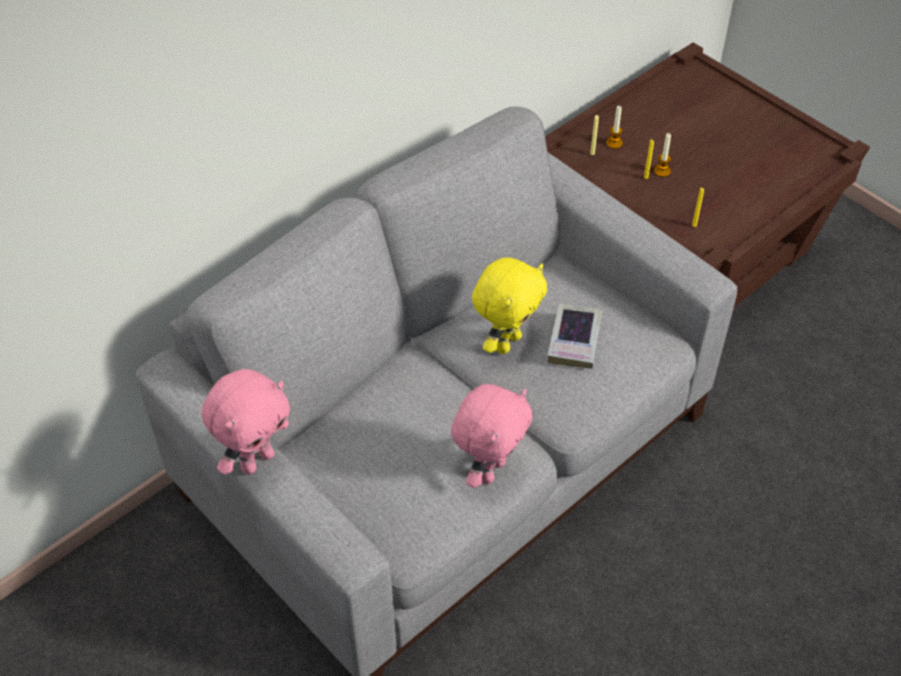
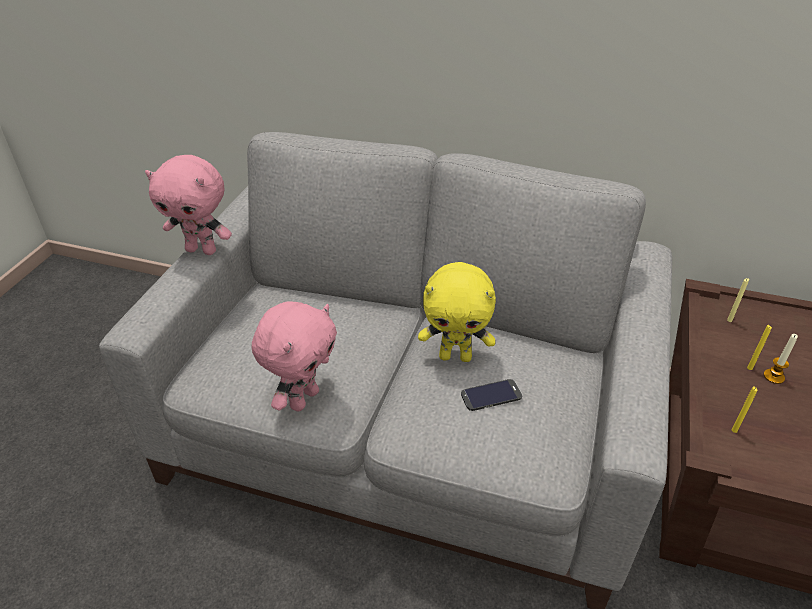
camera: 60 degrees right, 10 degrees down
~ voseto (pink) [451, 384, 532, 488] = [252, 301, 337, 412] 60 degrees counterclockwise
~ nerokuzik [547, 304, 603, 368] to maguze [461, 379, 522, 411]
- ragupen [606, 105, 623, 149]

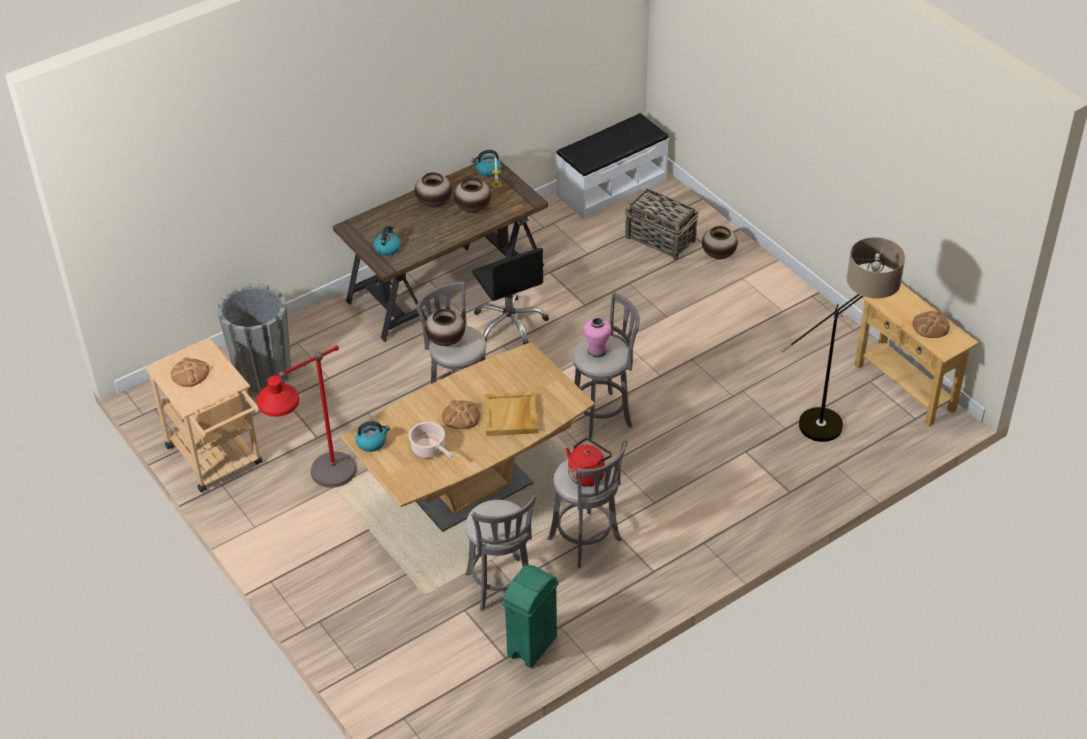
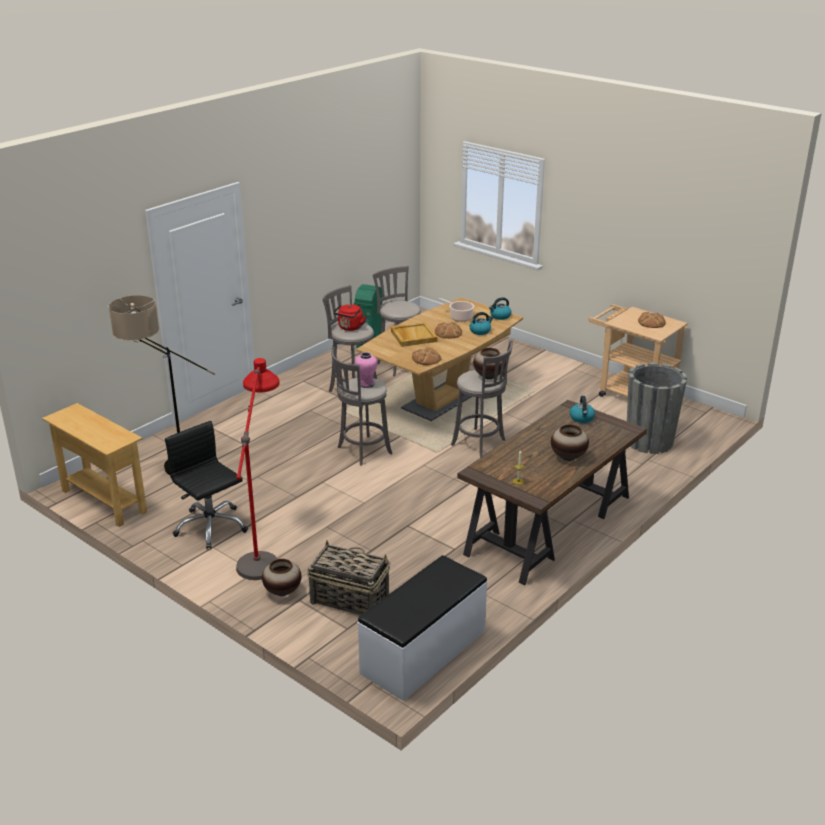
camera: 165 degrees right, 15 degrees down
~ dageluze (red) [257, 345, 356, 488] to [236, 358, 280, 580]
- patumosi [454, 178, 491, 213]
~ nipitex [472, 150, 501, 177] to [469, 312, 493, 335]
~ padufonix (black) [472, 248, 549, 344] to [165, 421, 248, 549]
~ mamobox [912, 310, 950, 338] to [412, 347, 441, 365]

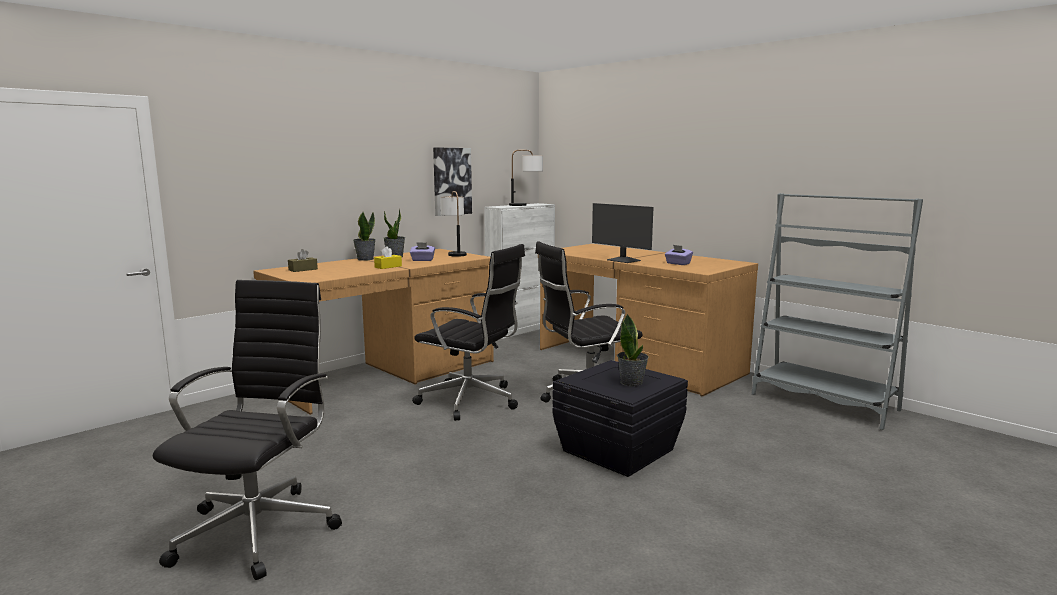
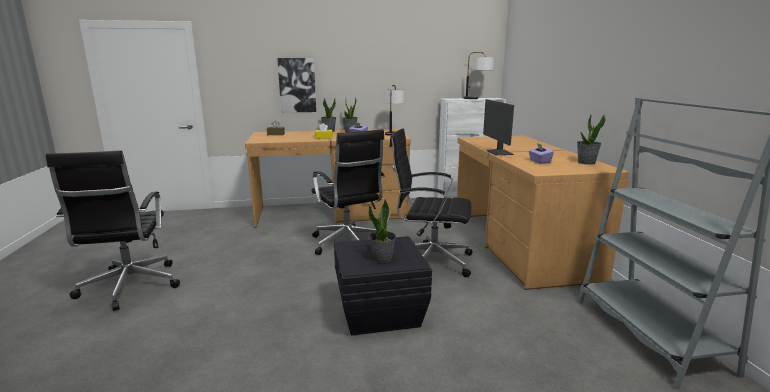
camera: 35 degrees right, 5 degrees up
~ padufonix (black) [153, 280, 342, 580] = [46, 150, 180, 311] 120 degrees clockwise
~ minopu [433, 148, 472, 216] to [277, 58, 316, 113]
+ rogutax [577, 114, 606, 165]

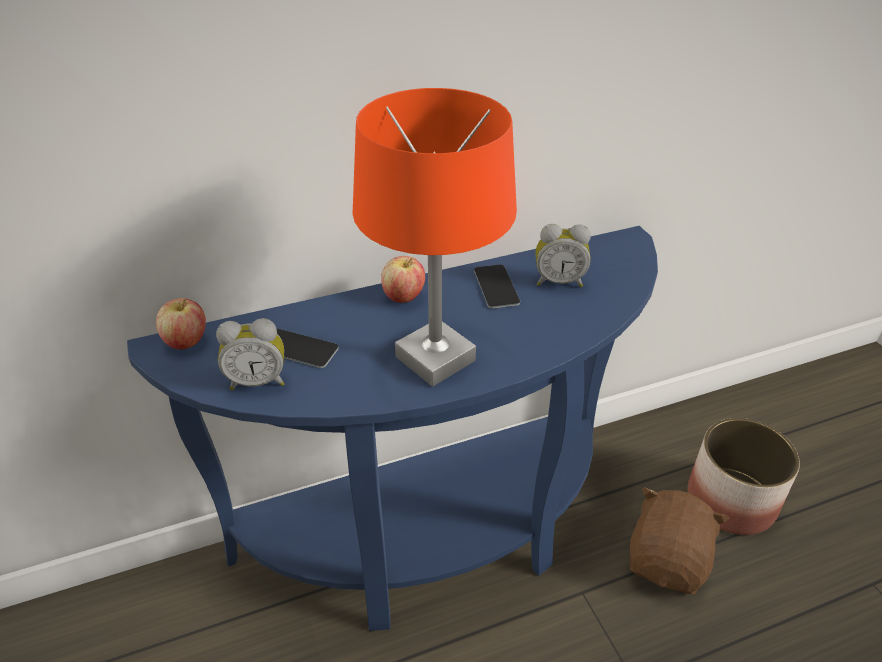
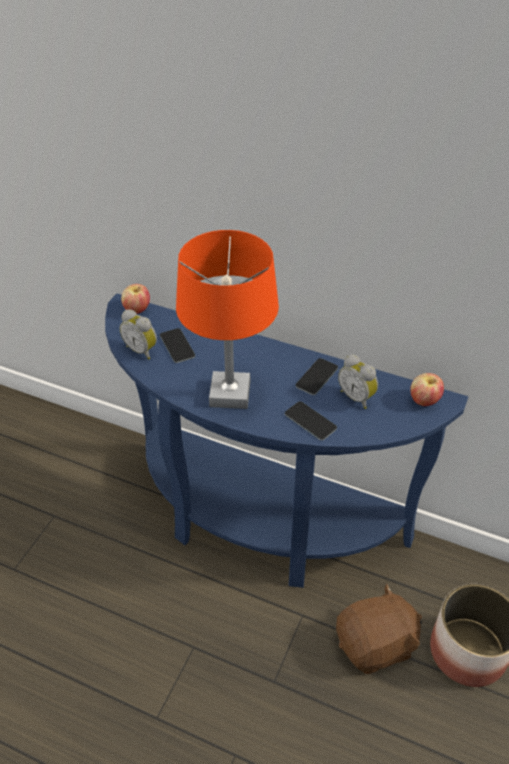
camera: 45 degrees right, 5 degrees up
~ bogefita [381, 256, 425, 303] to [410, 373, 444, 406]
+ maguze [285, 401, 337, 440]

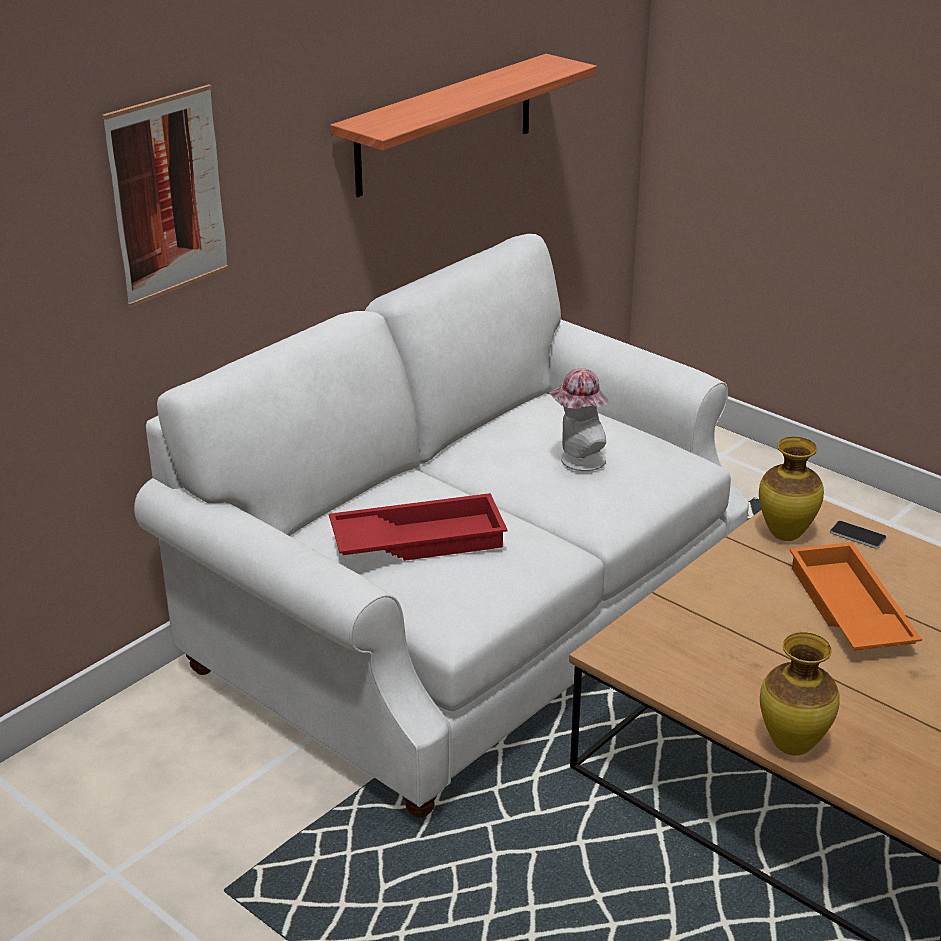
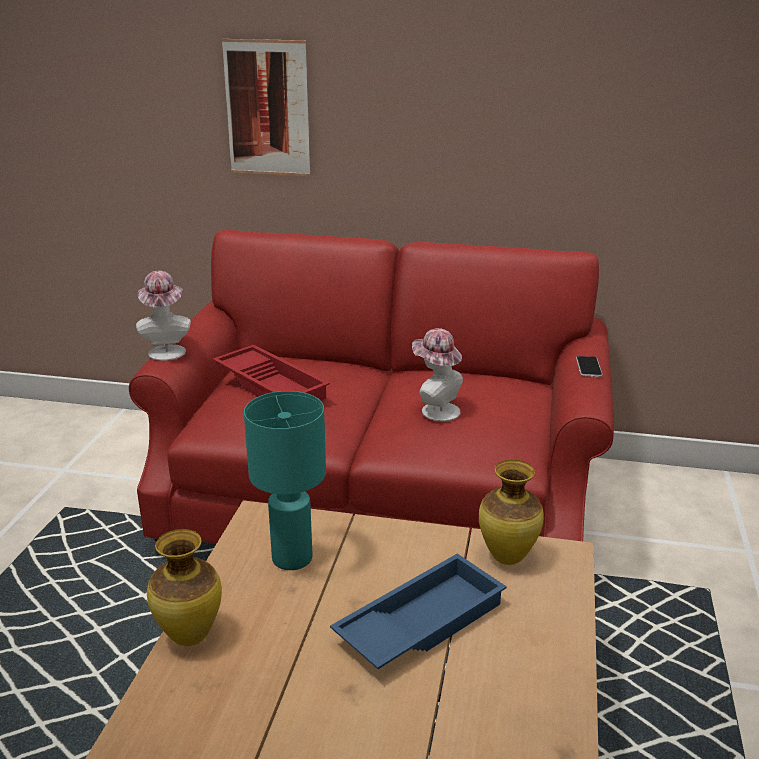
camera: 60 degrees right, 5 degrees down
~ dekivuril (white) [134, 234, 749, 818] to dekivuril (red) [129, 230, 614, 557]
- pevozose [330, 54, 597, 197]
~ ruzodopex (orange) [790, 542, 922, 651] to ruzodopex (blue) [330, 553, 507, 669]
~ maguze [830, 521, 886, 549] to [576, 356, 603, 377]
+ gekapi [136, 271, 191, 361]
+ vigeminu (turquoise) [244, 391, 326, 570]

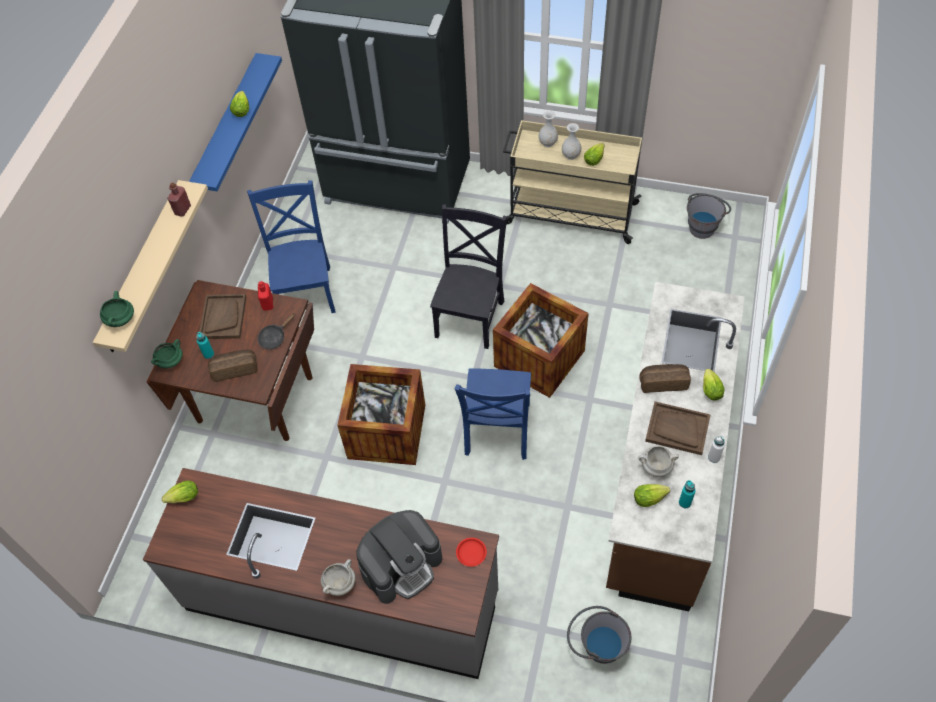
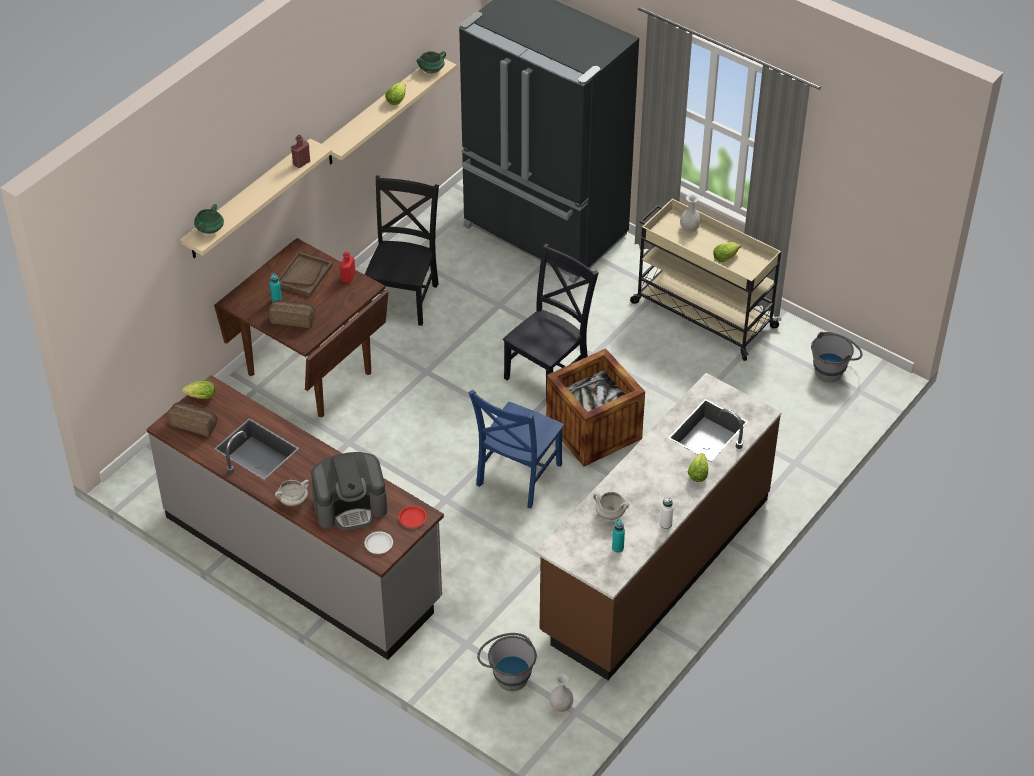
camera: 20 degrees right, 10 degrees down
~ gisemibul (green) [151, 339, 183, 368] to [416, 51, 446, 74]
~ pevozose (blue) [189, 53, 282, 191] to pevozose (beige) [322, 59, 457, 165]
~ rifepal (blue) [247, 180, 336, 313] to rifepal (black) [365, 175, 439, 326]
- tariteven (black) [258, 312, 296, 350]
- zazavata [337, 364, 425, 465]
~ patumosi (white) [562, 123, 581, 160] to [550, 673, 573, 712]
- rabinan [634, 484, 670, 507]
~ mamobox [639, 364, 691, 393] to [168, 402, 217, 437]
- ruzodopex (brown) [645, 402, 710, 455]
+ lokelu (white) [365, 531, 393, 554]

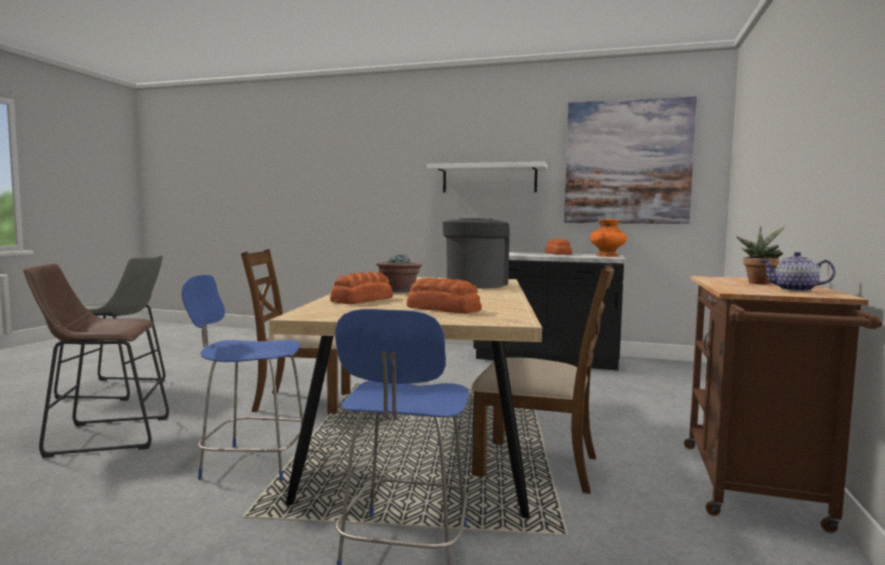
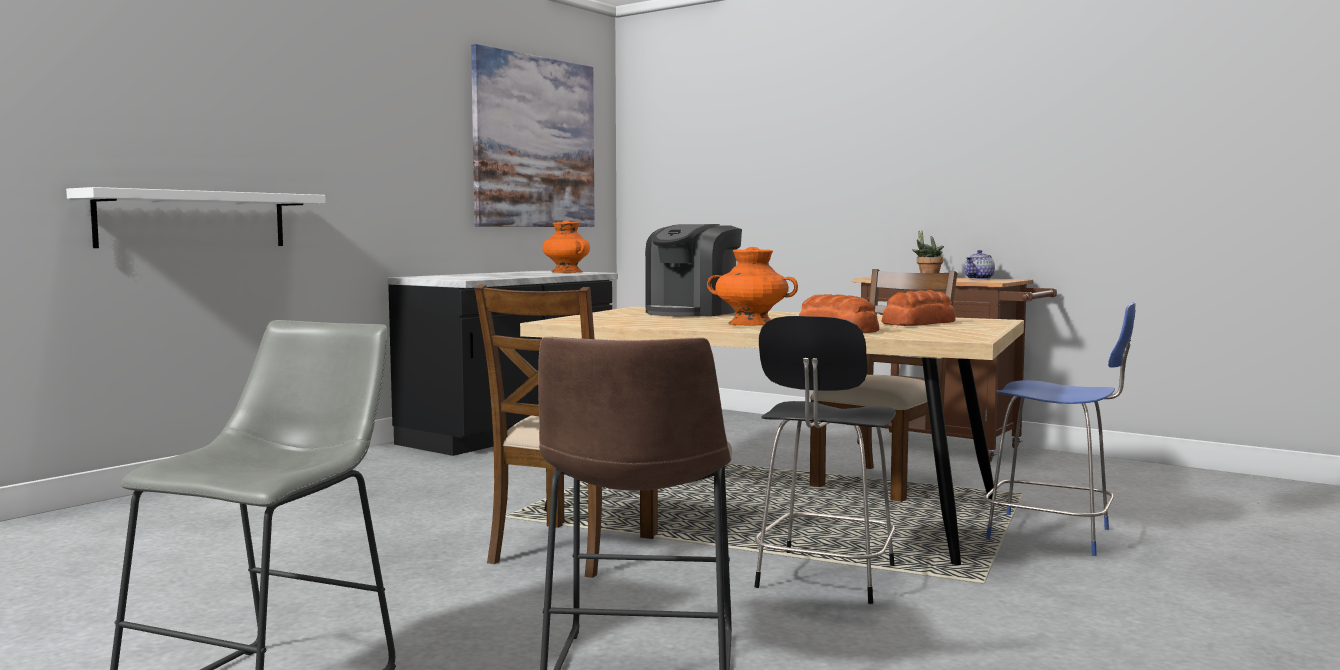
camera: 70 degrees left, 0 degrees up
~ rifepal (blue) [182, 275, 303, 481] to rifepal (black) [755, 316, 896, 604]
~ rogutax [376, 254, 422, 292] to patumosi (orange) [707, 247, 798, 325]
~ pevozose (white) [427, 162, 548, 193] to [66, 187, 326, 248]
~ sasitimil [443, 218, 510, 289] = [645, 224, 742, 317] 90 degrees counterclockwise
- mamobox [545, 239, 572, 255]

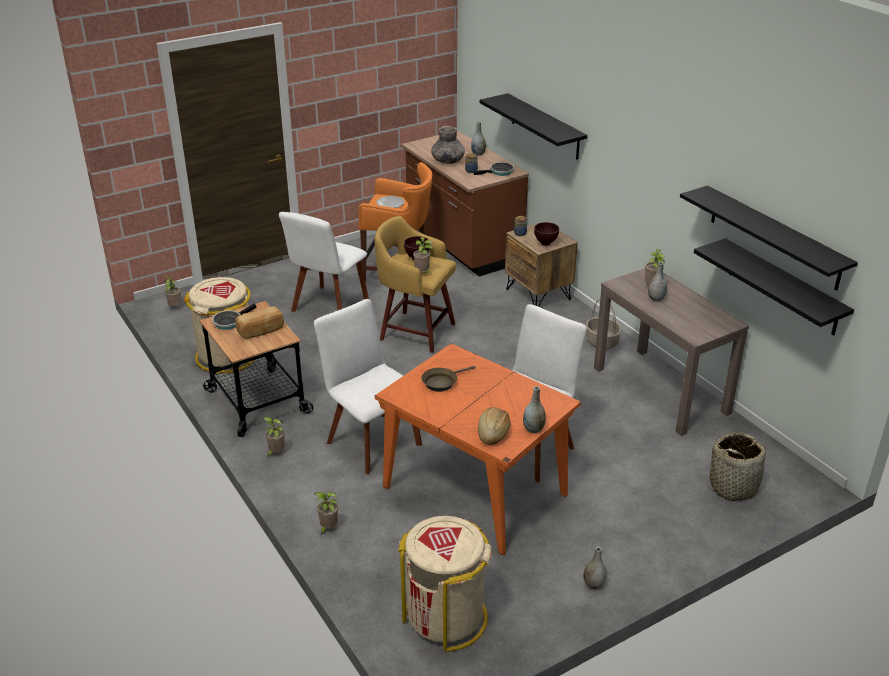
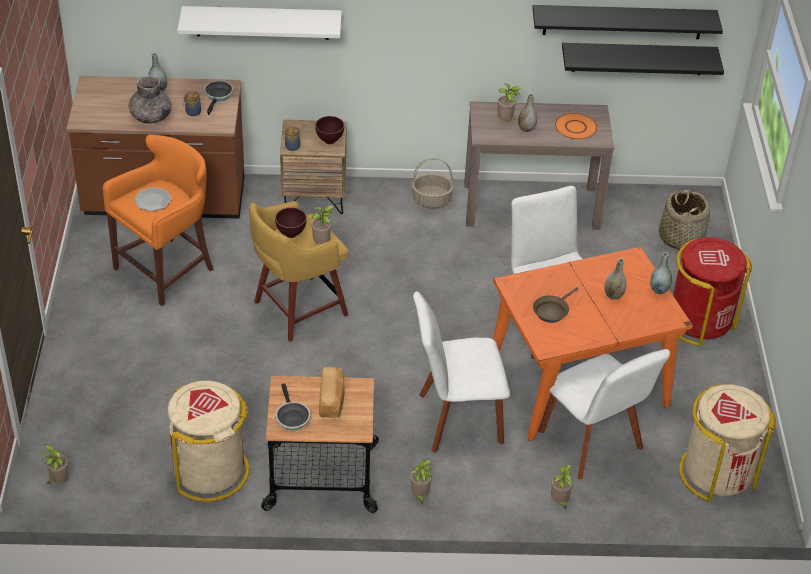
camera: 60 degrees left, 10 degrees up
~ rifepal (white) [279, 212, 369, 312] to [538, 349, 670, 480]
~ tariteven (brown) [422, 366, 475, 392] = [533, 287, 578, 323] 45 degrees clockwise
- mamobox [478, 407, 511, 445]
~ pevozose (black) [480, 93, 587, 160] to pevozose (white) [177, 6, 341, 40]
~ patumosi (grey) [584, 547, 606, 589] to [604, 258, 626, 299]
+ lokelu (orange) [555, 113, 597, 140]
+ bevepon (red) [673, 237, 752, 346]

